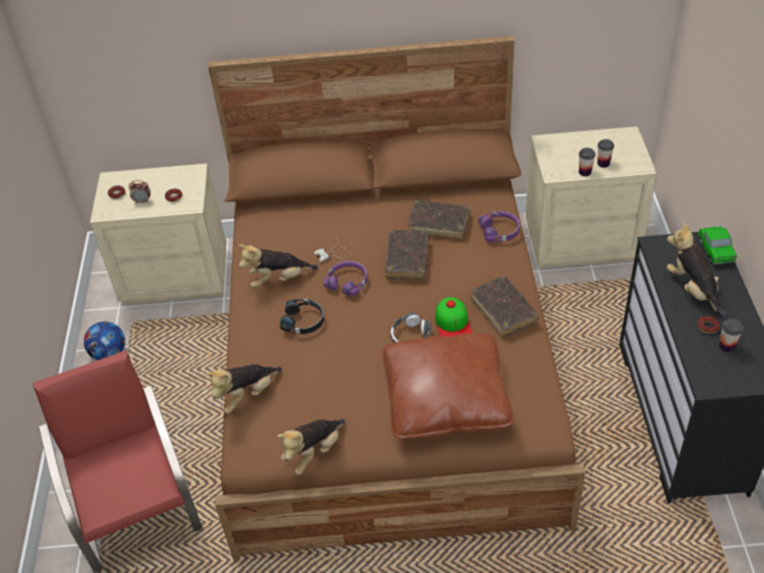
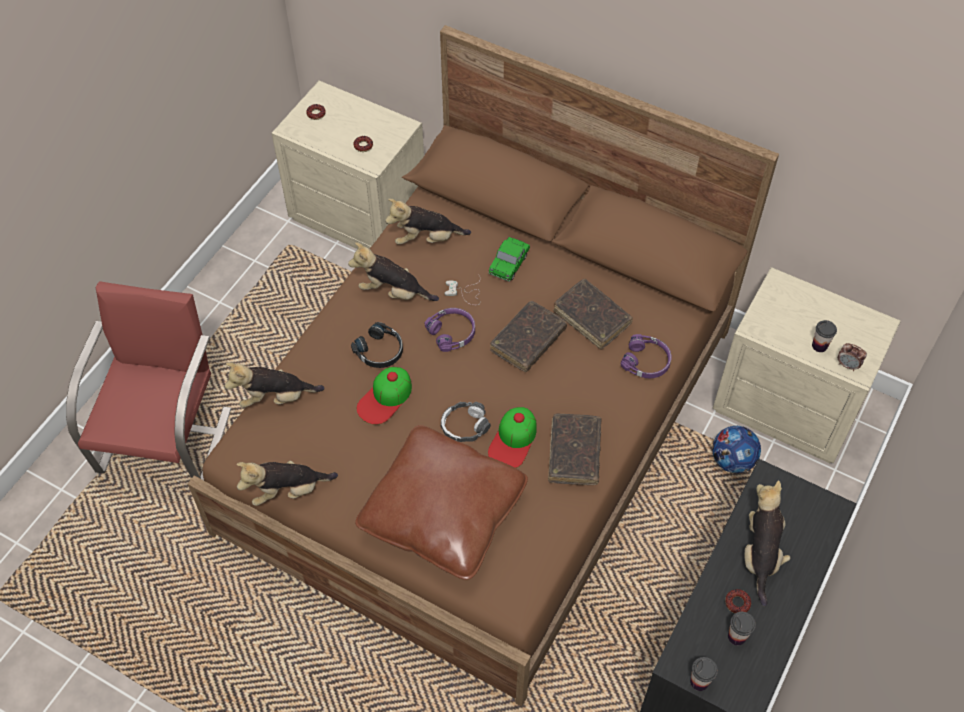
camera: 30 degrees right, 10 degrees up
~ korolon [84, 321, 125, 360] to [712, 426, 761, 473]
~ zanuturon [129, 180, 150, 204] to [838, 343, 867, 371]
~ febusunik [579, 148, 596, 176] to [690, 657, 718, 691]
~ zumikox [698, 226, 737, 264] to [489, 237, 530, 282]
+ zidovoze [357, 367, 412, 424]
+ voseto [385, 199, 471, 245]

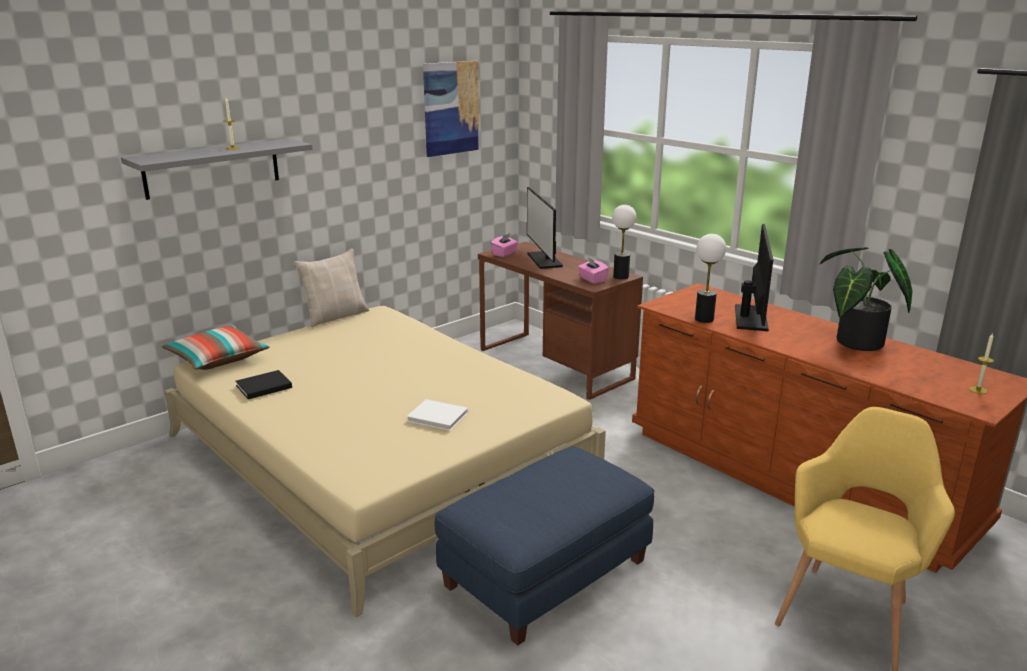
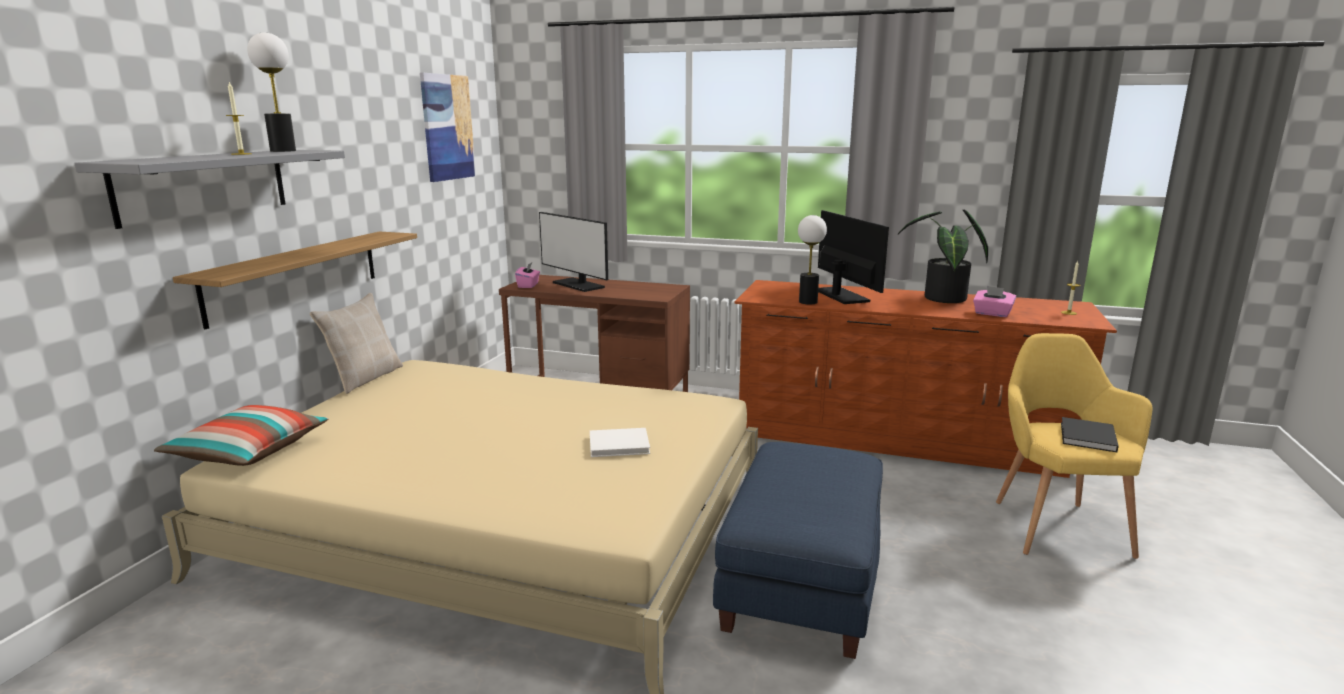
camera: 30 degrees left, 5 degrees down
~ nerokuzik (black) [235, 370, 292, 399] to [1061, 417, 1119, 452]
~ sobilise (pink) [578, 257, 609, 284] to [973, 286, 1016, 317]
~ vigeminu [612, 205, 636, 279] to [247, 33, 296, 152]
+ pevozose [173, 231, 417, 329]

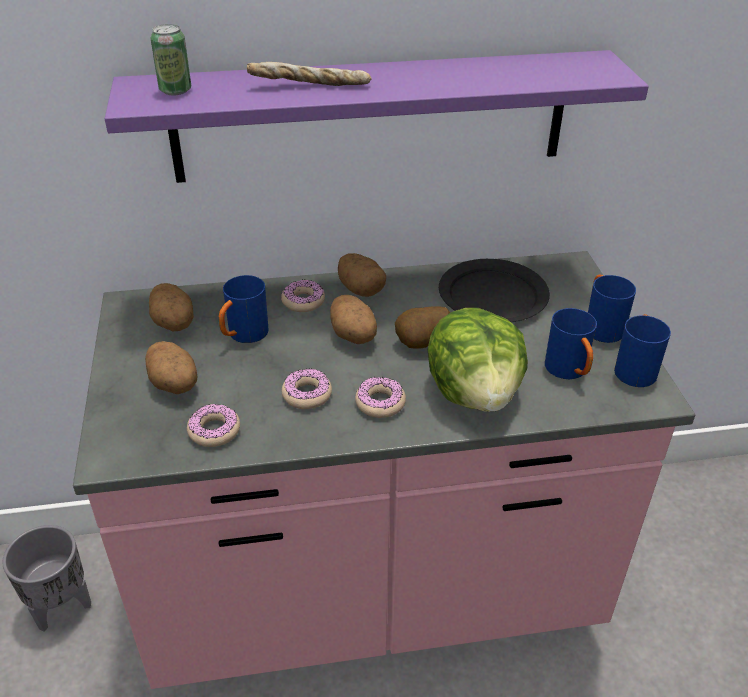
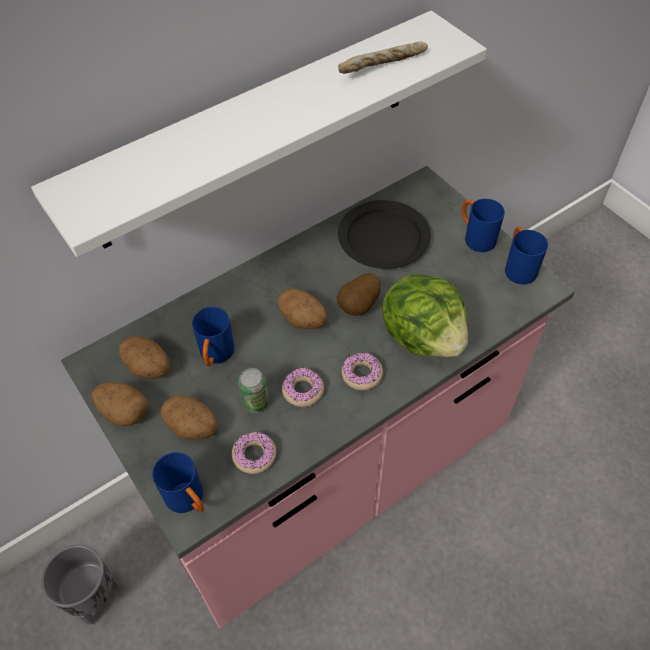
camera: 25 degrees left, 15 degrees up
~ pevozose (purple) [105, 50, 649, 183] to pevozose (white) [31, 11, 487, 257]
~ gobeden [151, 24, 191, 95] to [238, 368, 269, 413]
~ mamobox [247, 62, 372, 86] to [338, 41, 428, 74]
- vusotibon [281, 279, 325, 312]
~ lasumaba [338, 253, 386, 297] to [92, 382, 148, 426]
~ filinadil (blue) [545, 308, 597, 379] to [152, 452, 204, 513]

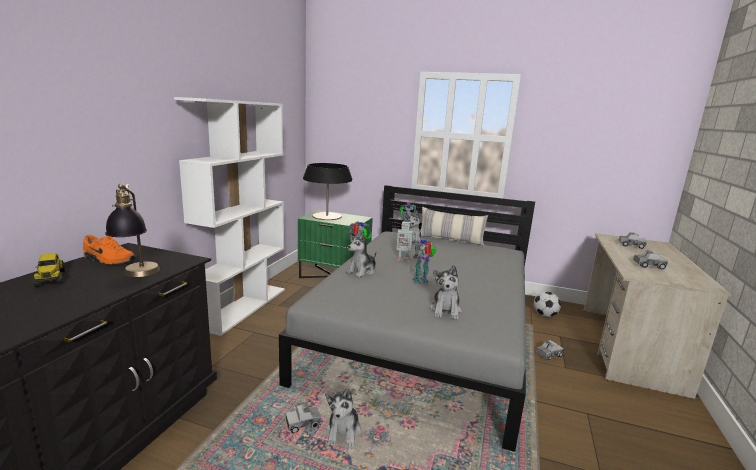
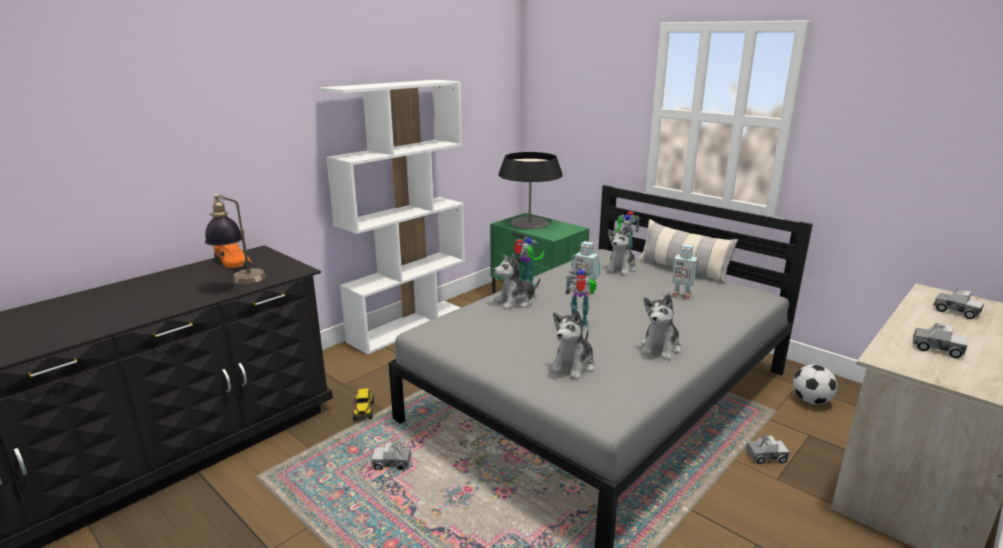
camera: 25 degrees right, 5 degrees up
~ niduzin [33, 253, 66, 287] to [353, 388, 374, 420]
~ voseto [325, 388, 361, 447] to [641, 294, 681, 361]
+ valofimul [668, 244, 700, 299]

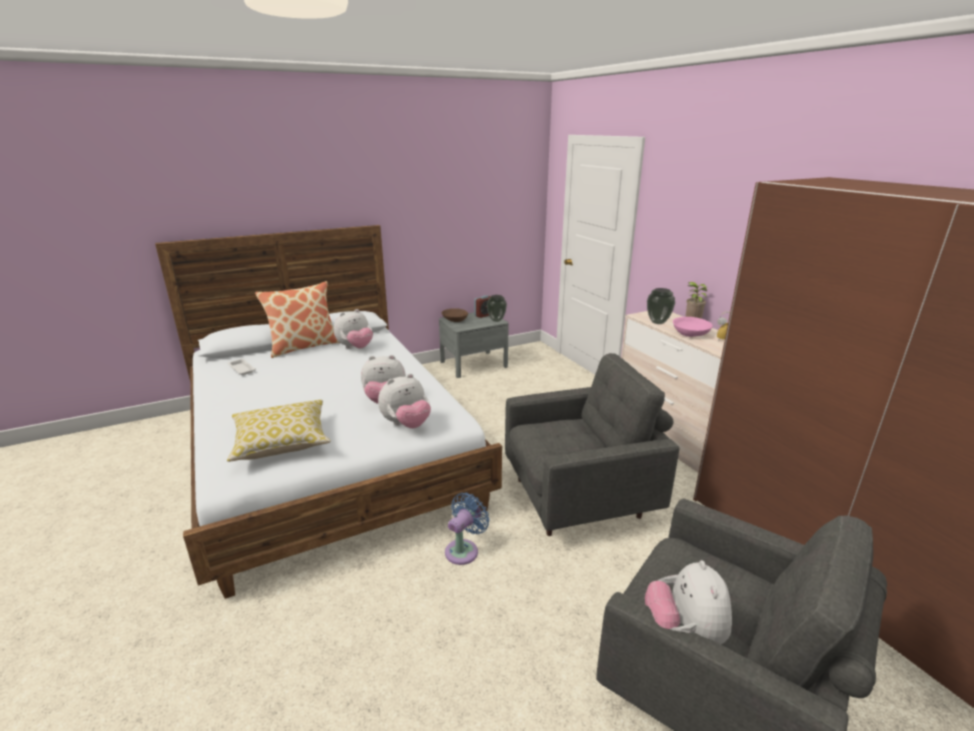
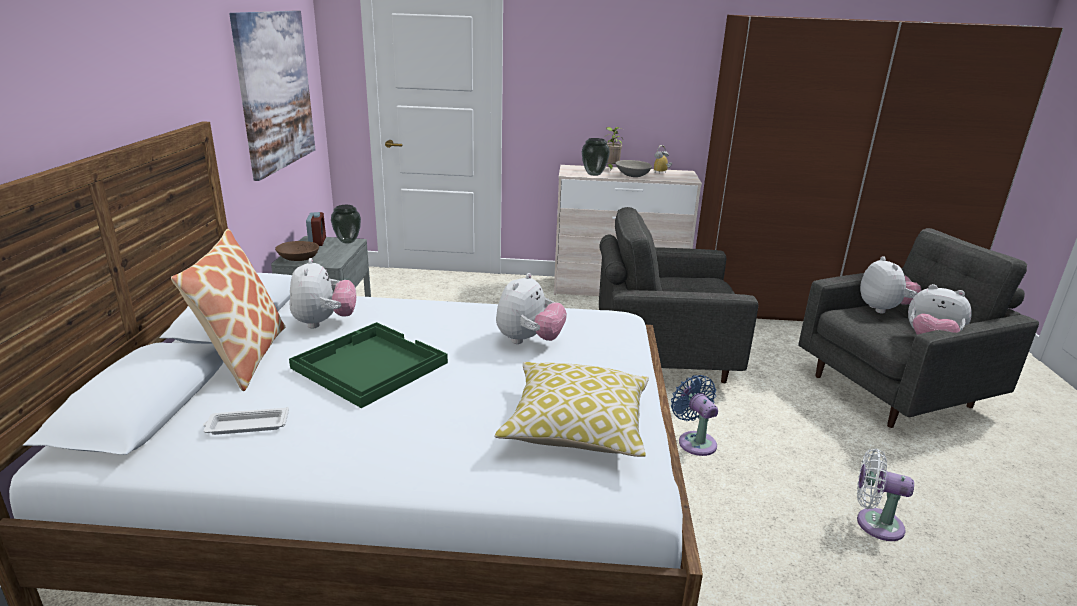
camera: 60 degrees left, 0 degrees up
~ voseto [378, 374, 431, 428] to [860, 256, 921, 313]
~ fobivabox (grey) [505, 353, 680, 536] = [599, 207, 758, 383] 105 degrees counterclockwise
~ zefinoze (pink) [673, 317, 713, 337] to zefinoze (grey) [616, 160, 652, 177]
+ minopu [229, 11, 315, 181]
+ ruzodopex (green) [289, 322, 448, 408]
+ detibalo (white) [857, 449, 914, 541]

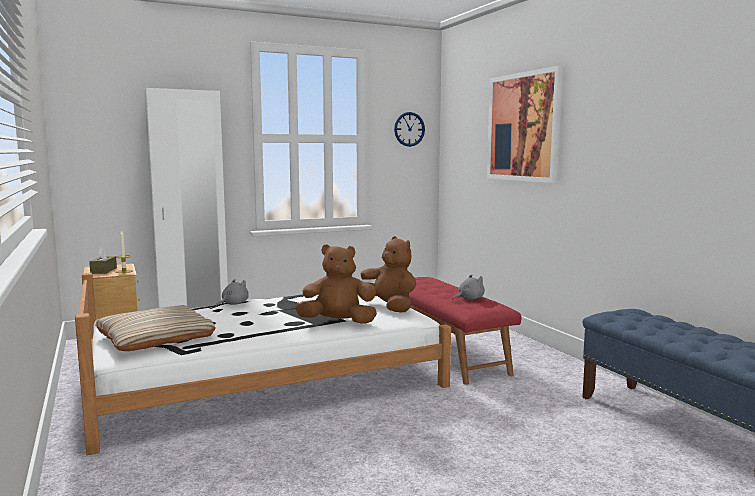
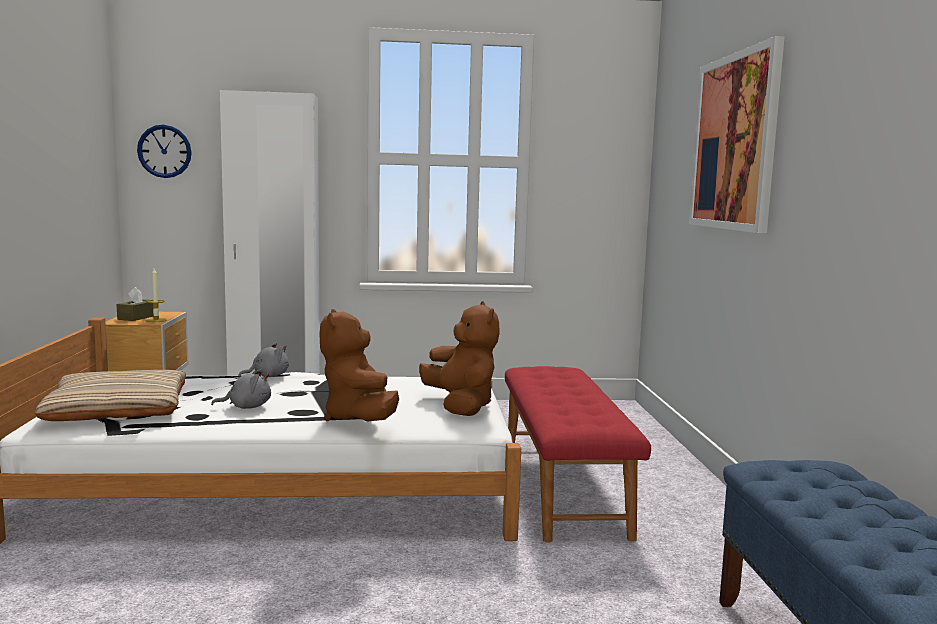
camera: 20 degrees right, 0 degrees up
~ voseto (brown) [295, 244, 377, 324] = [320, 309, 399, 421] 120 degrees counterclockwise
~ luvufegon [394, 112, 425, 147] to [137, 125, 192, 178]
~ voseto (grey) [453, 274, 485, 300] to [211, 369, 271, 409]

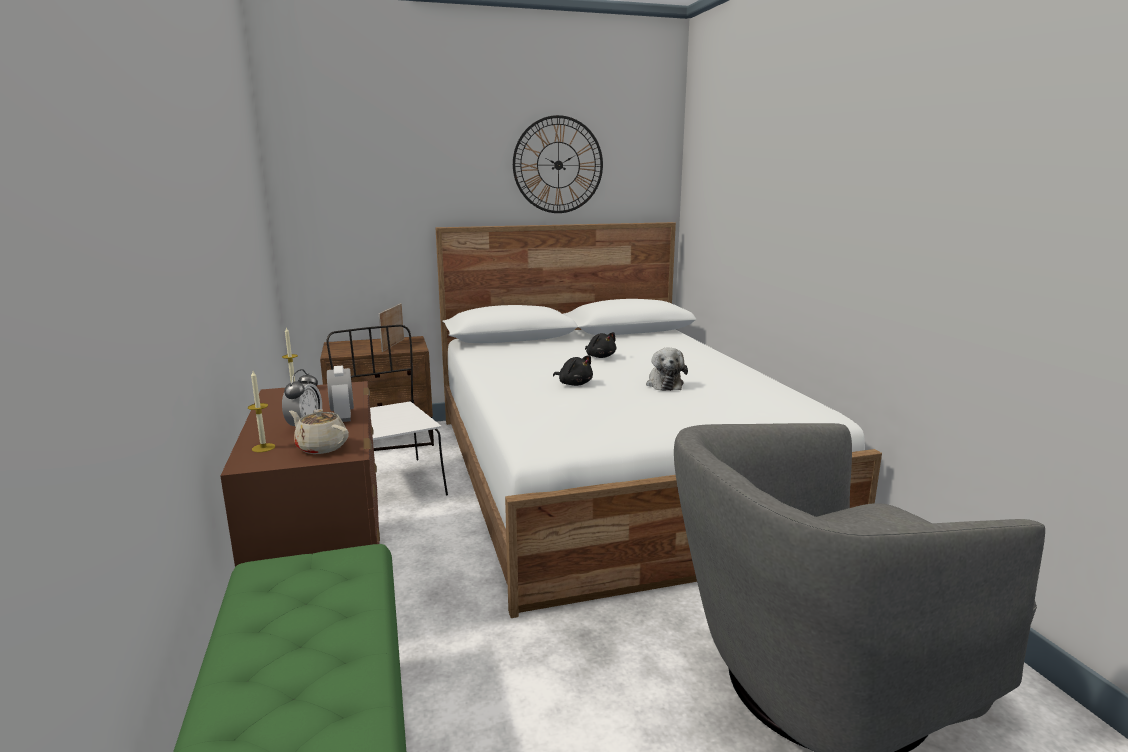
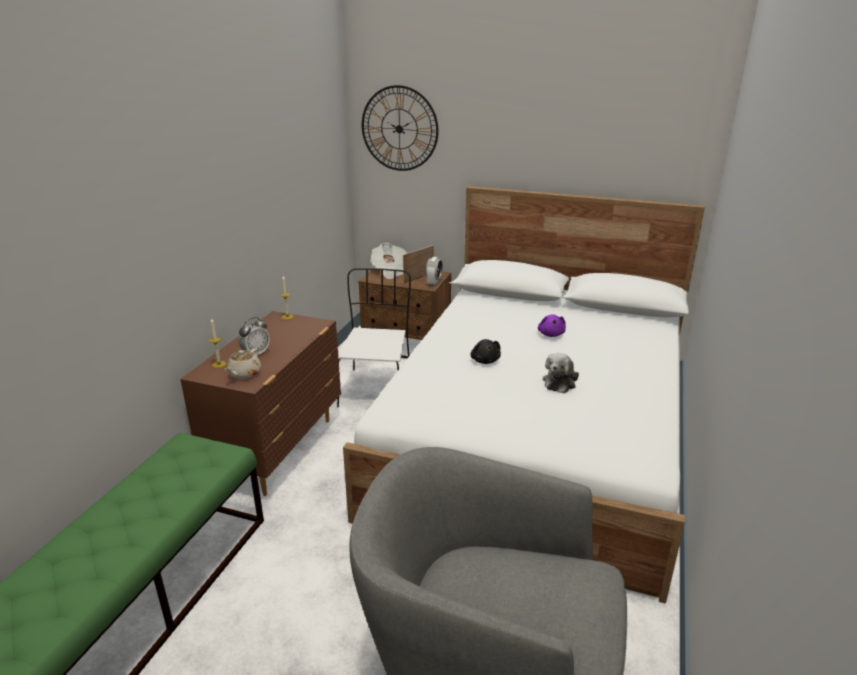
camera: 35 degrees right, 10 degrees up
~ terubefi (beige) [289, 409, 349, 454] = [225, 349, 261, 380] 135 degrees counterclockwise
~ zanuturon [327, 366, 354, 422] to [426, 257, 443, 286]
~ luvufegon [513, 115, 603, 213] to [362, 85, 439, 171]
~ voseto (black) [585, 332, 617, 358] to voseto (purple) [538, 314, 566, 337]
+ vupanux [370, 243, 407, 279]

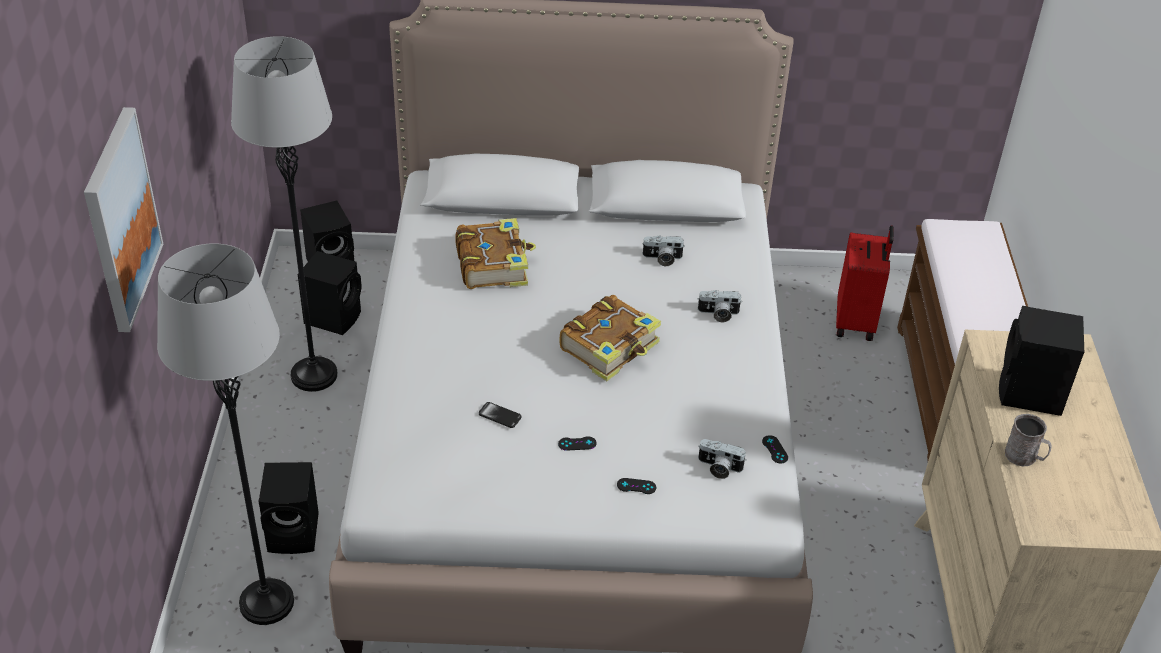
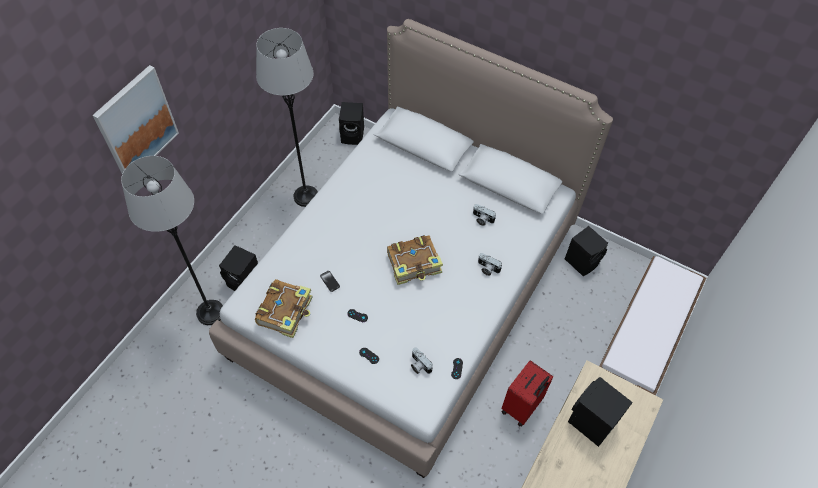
camera: 30 degrees right, 15 degrees up
~ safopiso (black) [298, 251, 362, 335] to [565, 226, 608, 276]
~ nerokuzik [455, 218, 536, 289] to [255, 279, 312, 338]
~ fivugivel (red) [836, 226, 894, 341] to [502, 360, 553, 427]
- filinadil (grey) [1005, 414, 1052, 466]

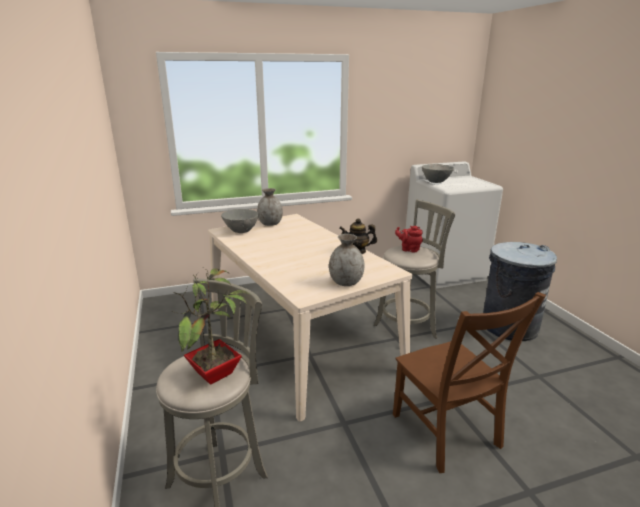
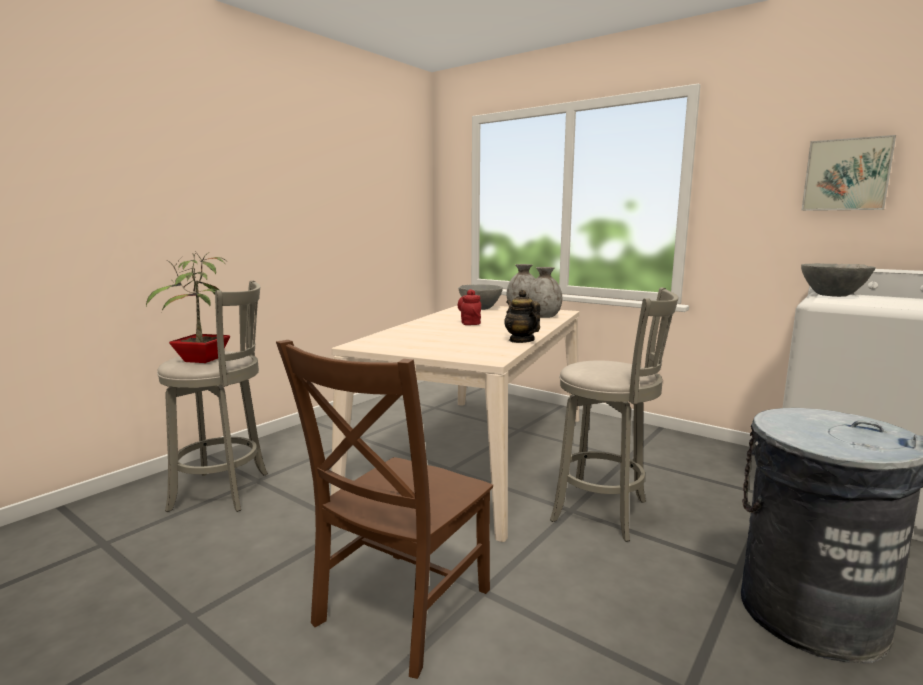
camera: 55 degrees right, 10 degrees down
~ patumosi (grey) [329, 234, 365, 286] to [527, 267, 562, 318]
~ terubefi (red) [395, 226, 423, 253] to [458, 289, 481, 325]
+ minopu [801, 135, 896, 211]

